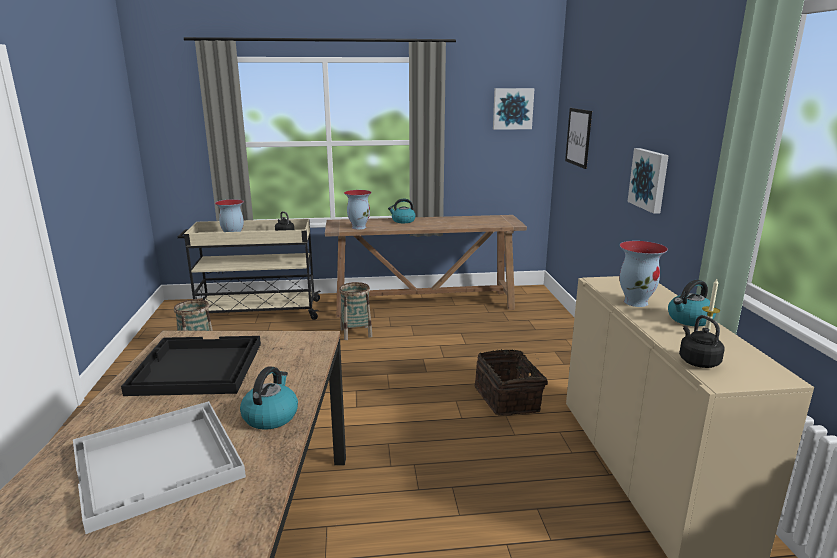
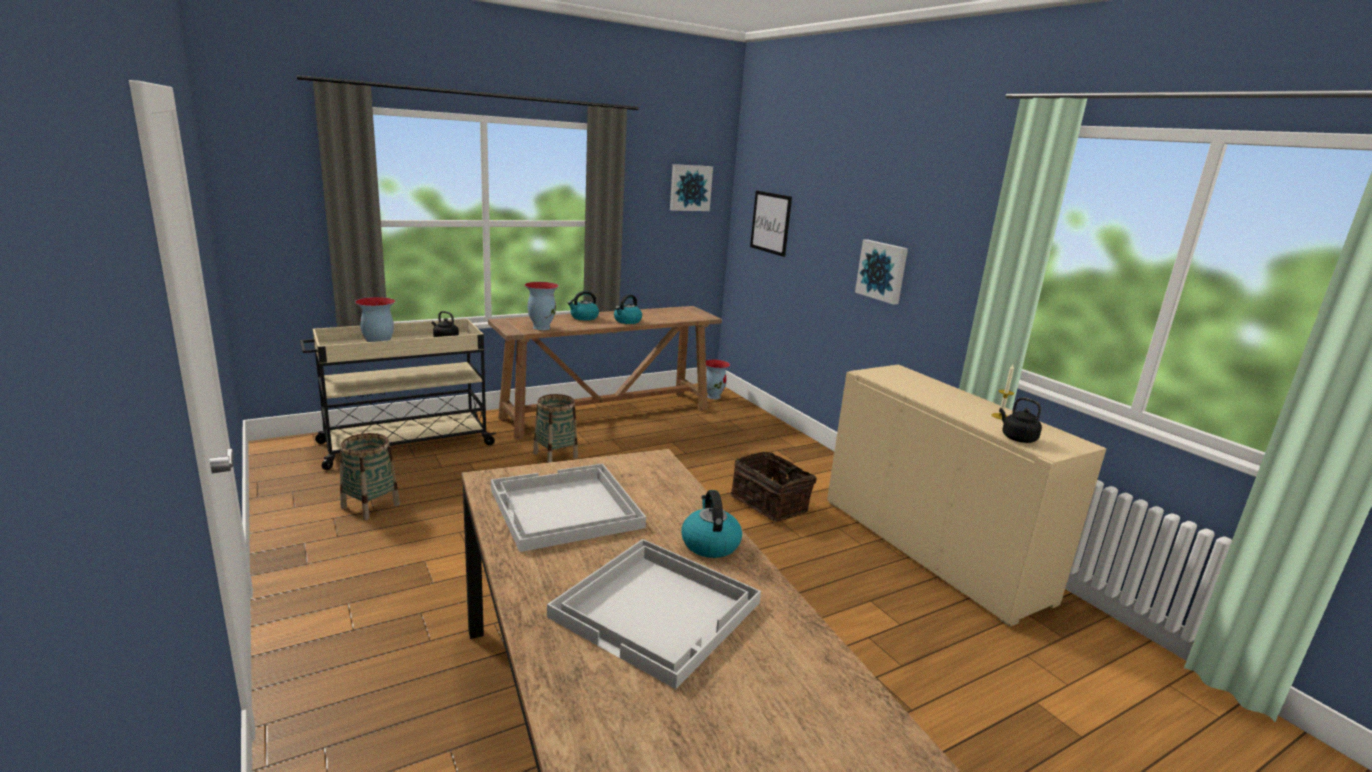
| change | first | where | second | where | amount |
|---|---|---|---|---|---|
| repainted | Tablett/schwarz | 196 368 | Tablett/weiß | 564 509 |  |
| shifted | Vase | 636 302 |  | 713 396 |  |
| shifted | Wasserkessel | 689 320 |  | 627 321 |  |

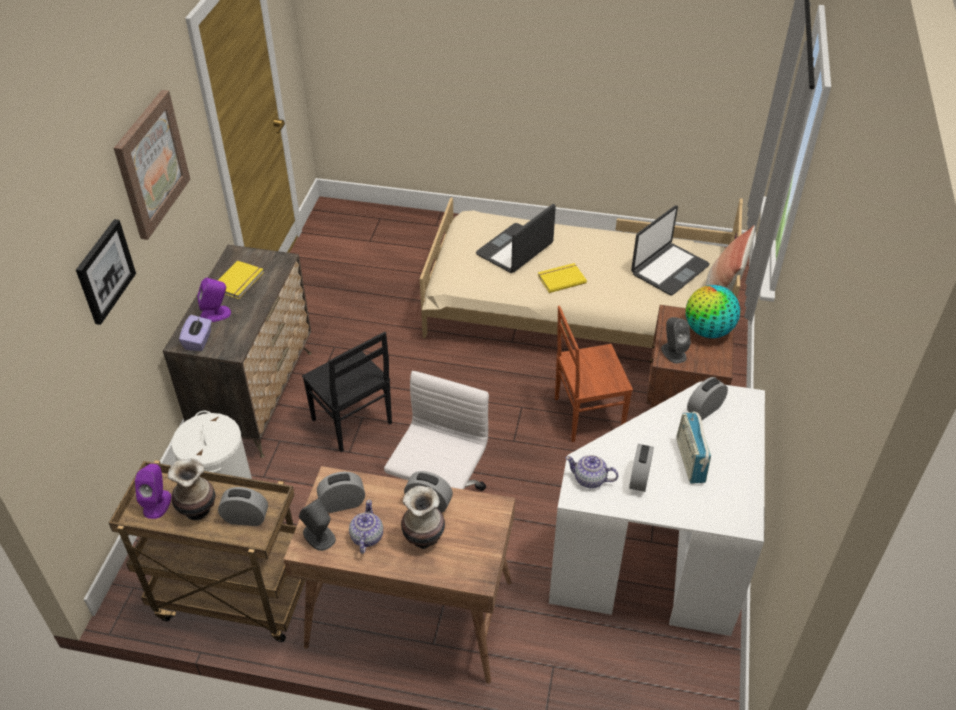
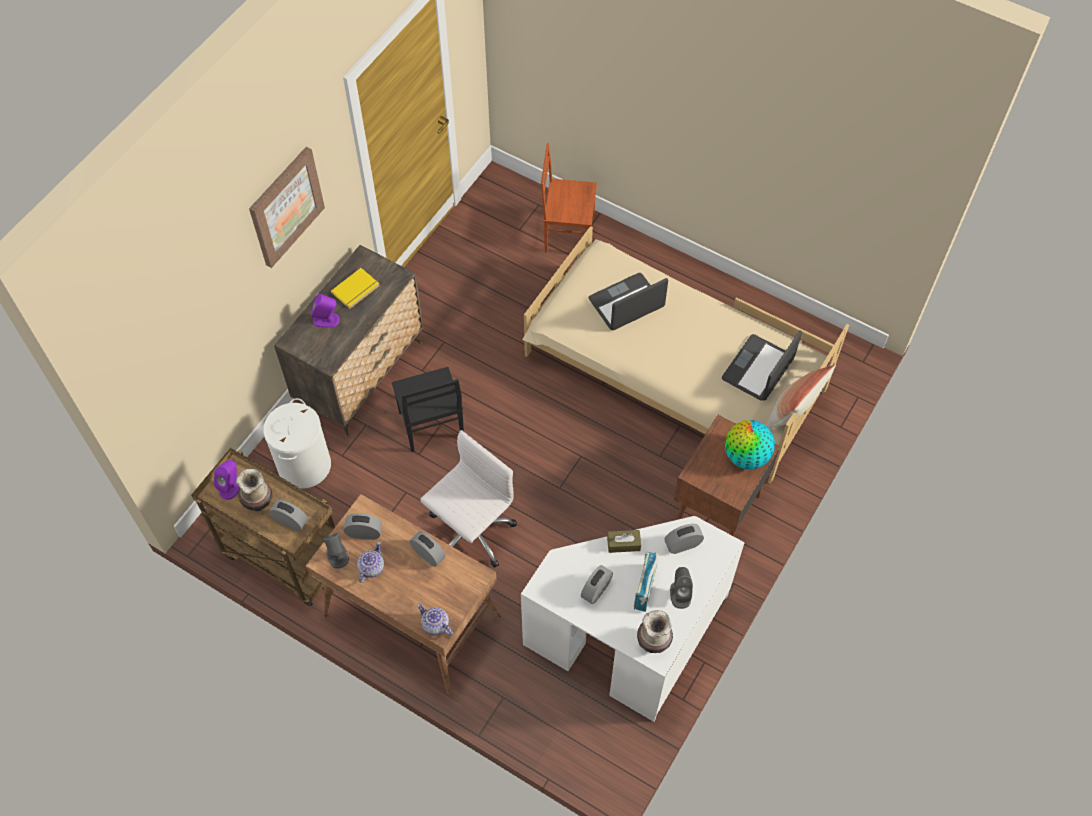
| change | first | where | second | where | amount |
|---|---|---|---|---|---|
| gone | Bild | 104 271 |  |  |  |
| gone | Taschentuchbox/lila | 198 341 |  |  |  |
| shifted | Vase | 424 538 |  | 654 642 |  |
| gone | Buch/gelb | 561 278 |  |  |  |
| shifted | Stuhl/braun | 587 414 |  | 568 233 |  |
| shifted | Teekanne | 590 479 |  | 435 625 |  |
| rotated | Laptop | 669 269 |  | 758 369 | 150 degrees clockwise |
| shifted | Lautsprecher/grau | 673 352 |  | 680 594 |  |
| new |  |  | Taschentuchbox/braun | 623 544 |  |

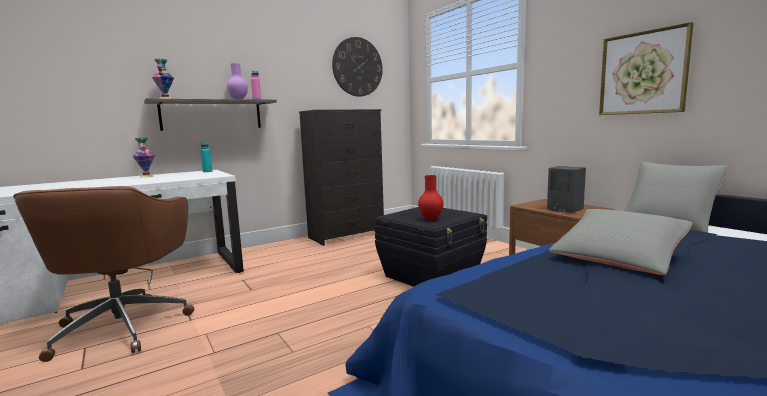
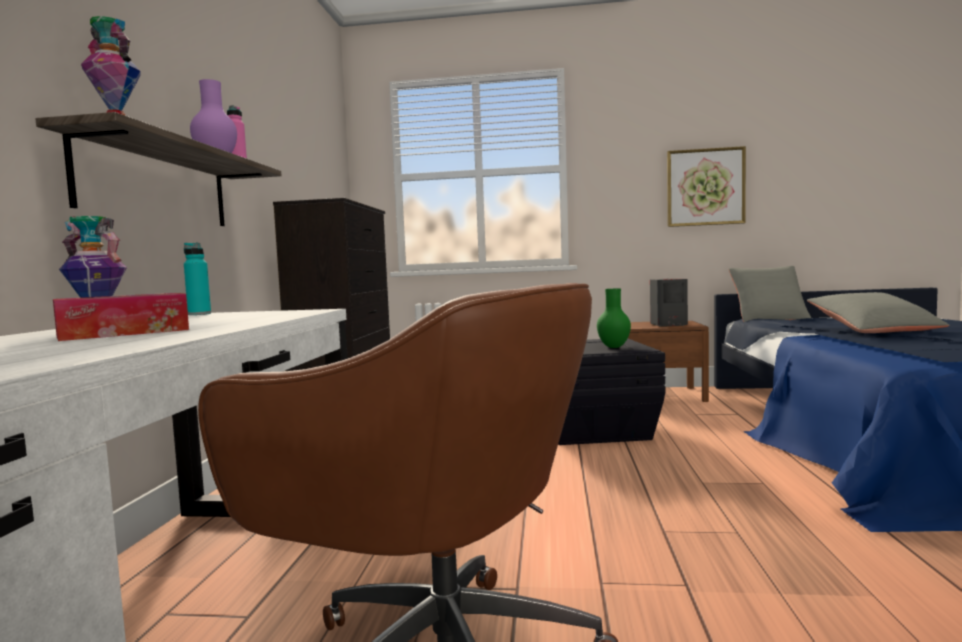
| change | first | where | second | where | amount |
|---|---|---|---|---|---|
| gone | Wanduhr | 357 67 |  |  |  |
| repainted | Vase/rot | 430 219 | Vase/grün | 614 347 |  |
| new |  |  | Taschentuchbox | 124 333 |  |

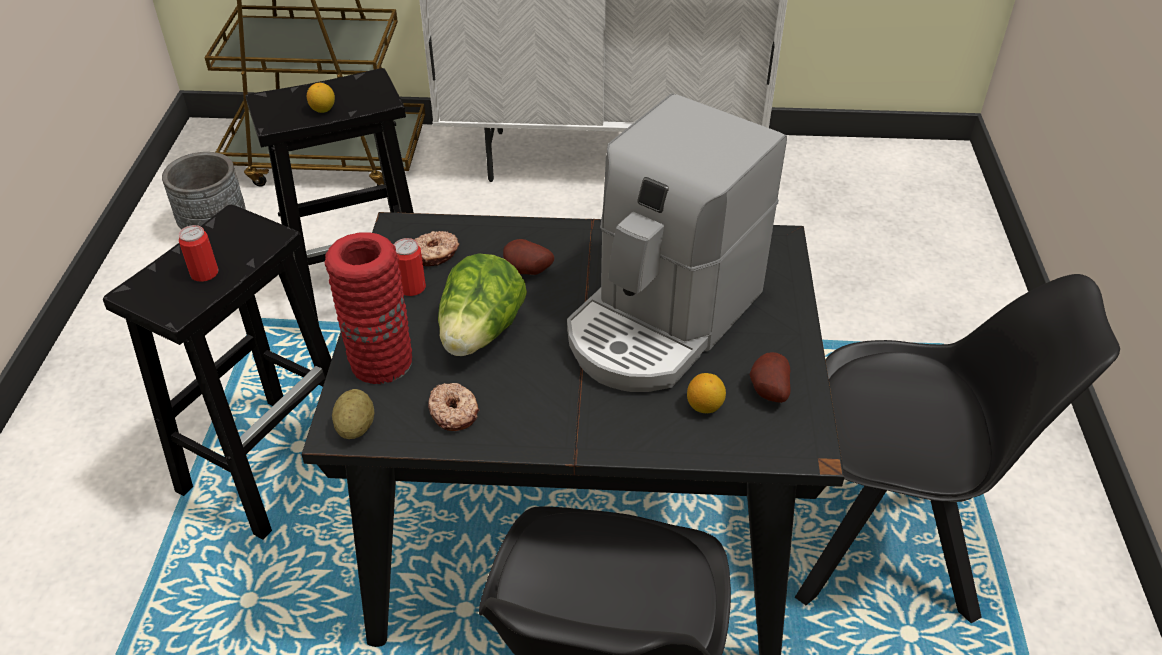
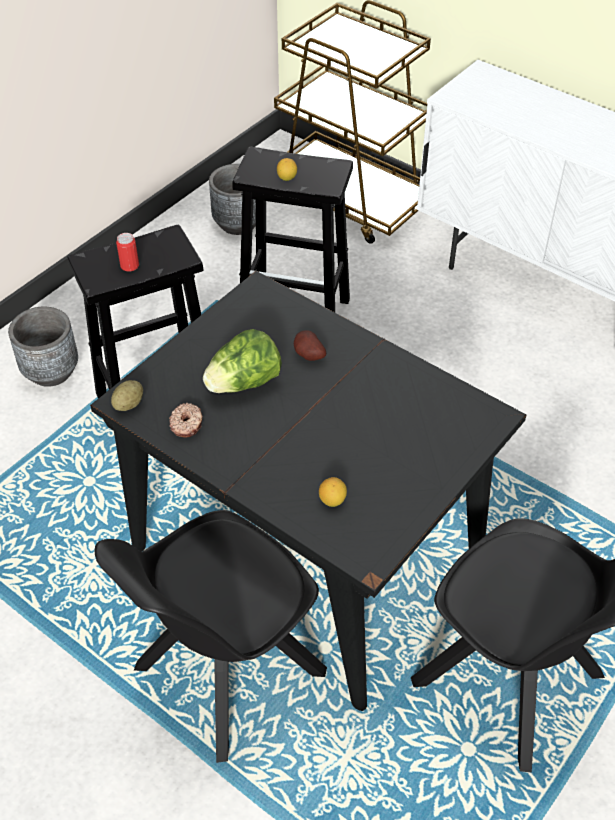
| change | first | where | second | where | amount |
|---|---|---|---|---|---|
| gone | Vase/rot | 381 362 |  |  |  |
| gone | Dose | 411 287 |  |  |  |
| gone | Donut | 435 255 |  |  |  |
| gone | Kaffeemaschine | 662 320 |  |  |  |
| gone | Kartoffel | 767 391 |  |  |  |
| new |  |  | Pflanzkübel/grau | 51 371 |  |

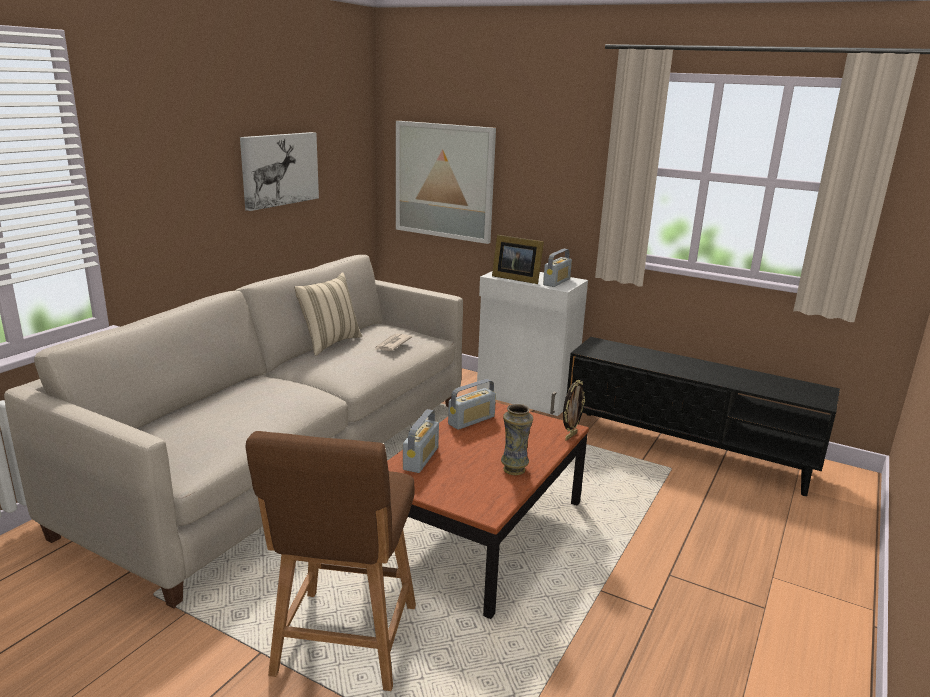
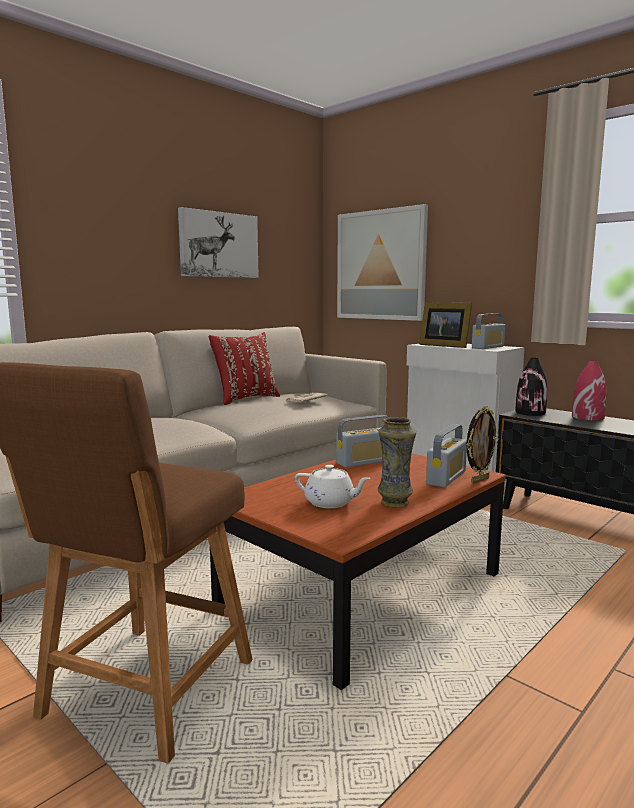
| change | first | where | second | where | amount |
|---|---|---|---|---|---|
| repainted | Kissen/beige | 329 343 | Kissen/rot | 245 399 |  |
| shifted | Radio | 421 458 |  | 446 477 |  |
| new |  |  | Teekanne/weiß | 330 503 |  |
| new |  |  | Vase/schwarz | 530 413 |  |
| new |  |  | Vase/rot | 587 417 |  |

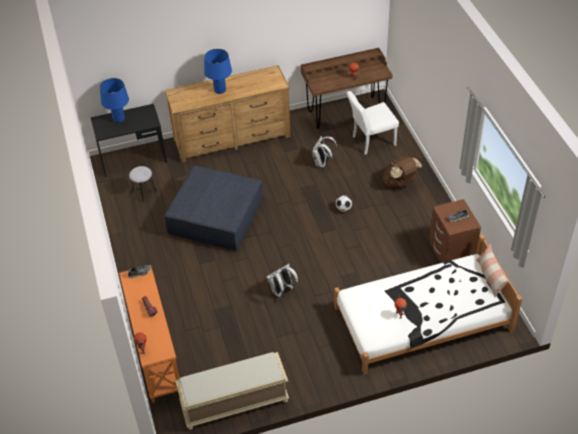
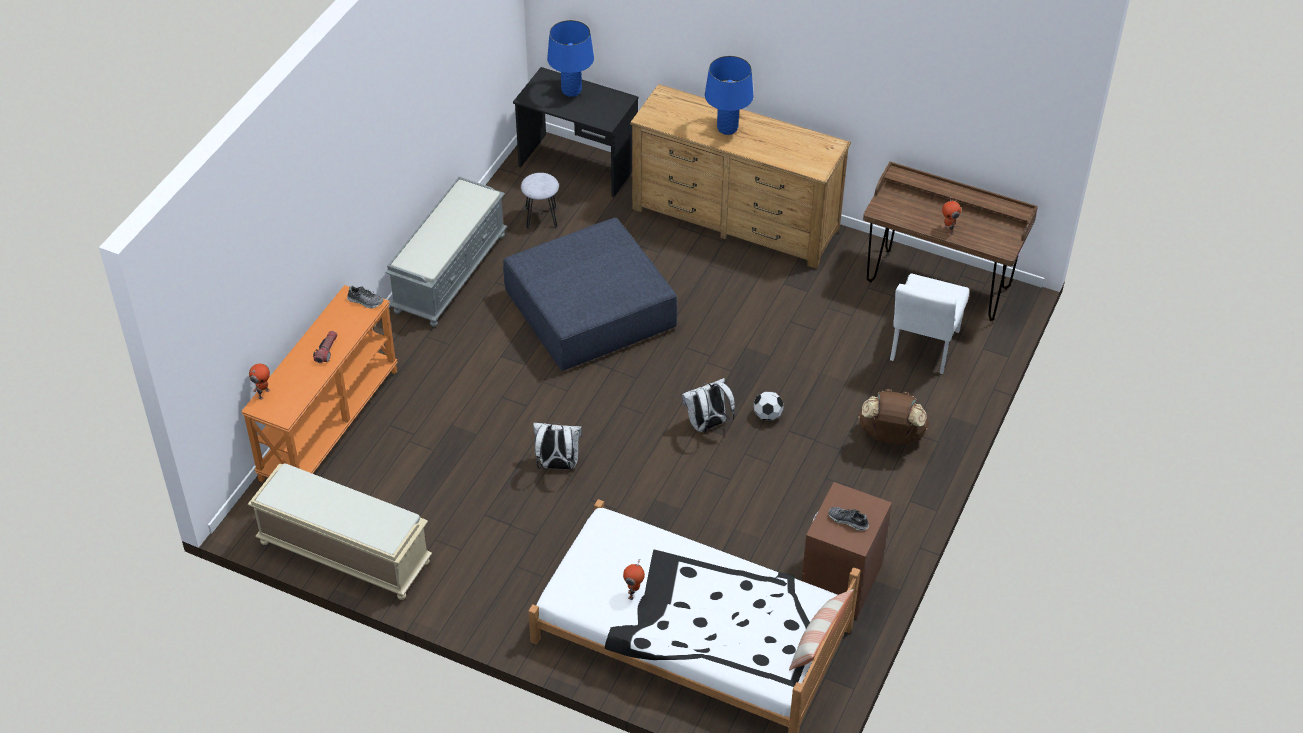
| change | first | where | second | where | amount |
|---|---|---|---|---|---|
| shifted | Rucksack/weiß | 322 163 |  | 707 425 |  |
| rotated | Stuhl/weiß | 370 142 |  | 922 350 | 90 degrees counterclockwise |
| new |  |  | Bank/grau | 450 272 |  |

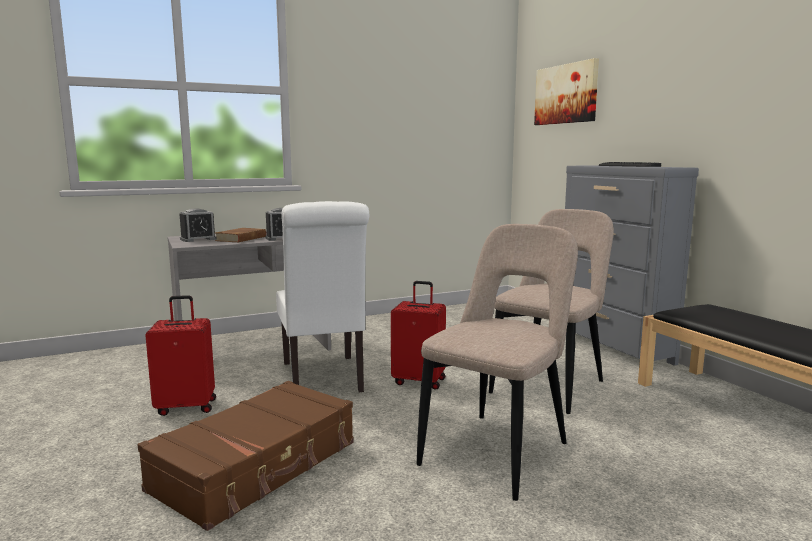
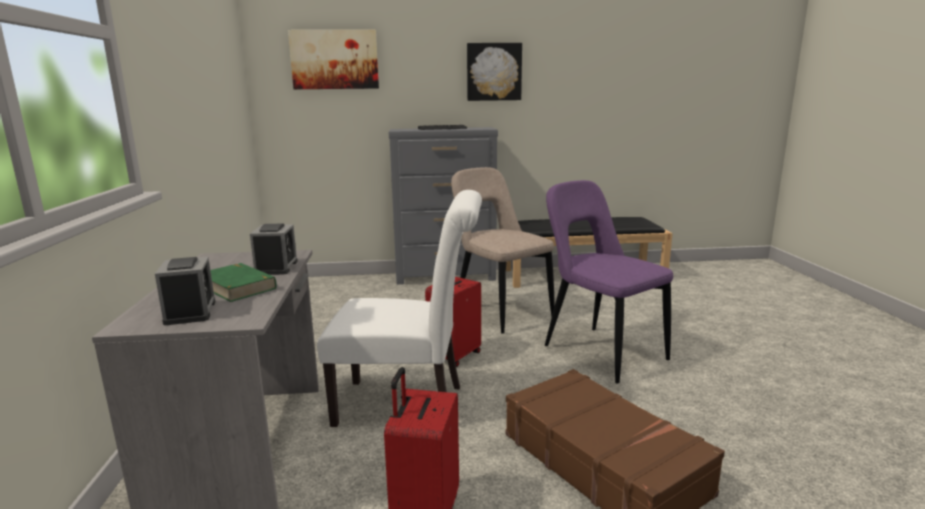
| change | first | where | second | where | amount |
|---|---|---|---|---|---|
| repainted | Buch/braun | 241 238 | Buch/grün | 237 287 |  |
| repainted | Stuhl/beige | 499 451 | Stuhl/lila | 599 351 |  |
| new |  |  | Bild | 493 72 |  |

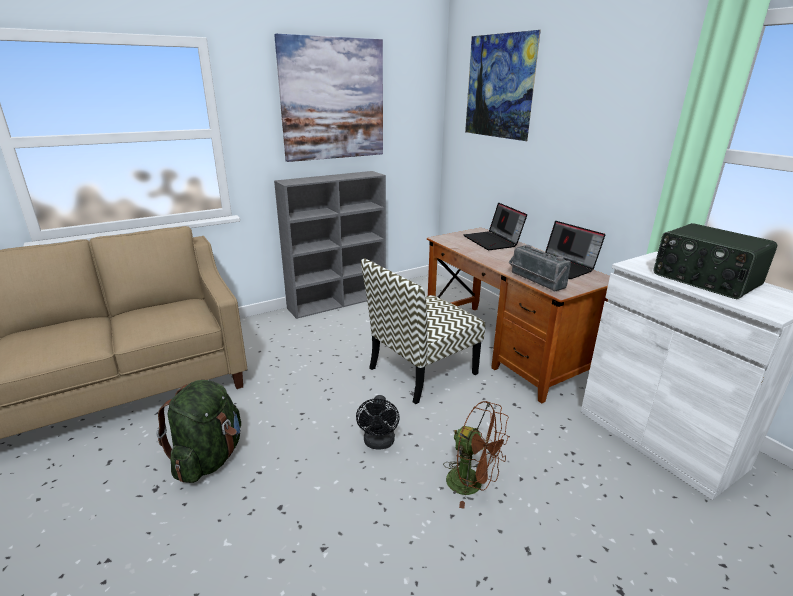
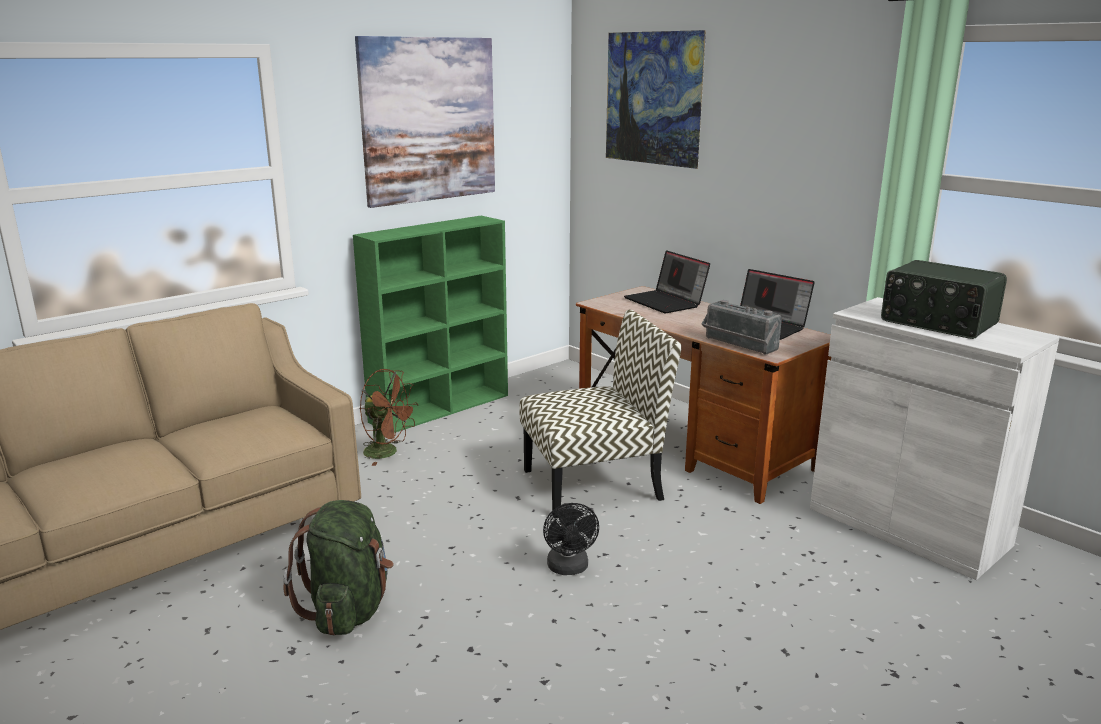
| change | first | where | second | where | amount |
|---|---|---|---|---|---|
| repainted | Bücherregal/grau | 338 302 | Bücherregal/grün | 441 408 |  |
| rotated | Stuhl | 421 371 |  | 594 483 | 150 degrees counterclockwise |
| shifted | Ventilator/braun | 472 484 |  | 388 453 |  |

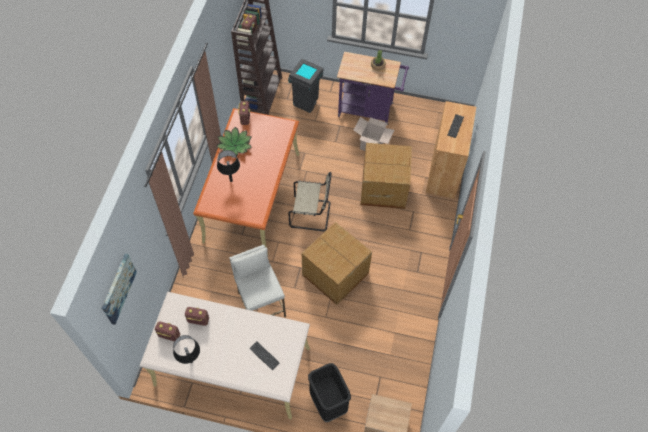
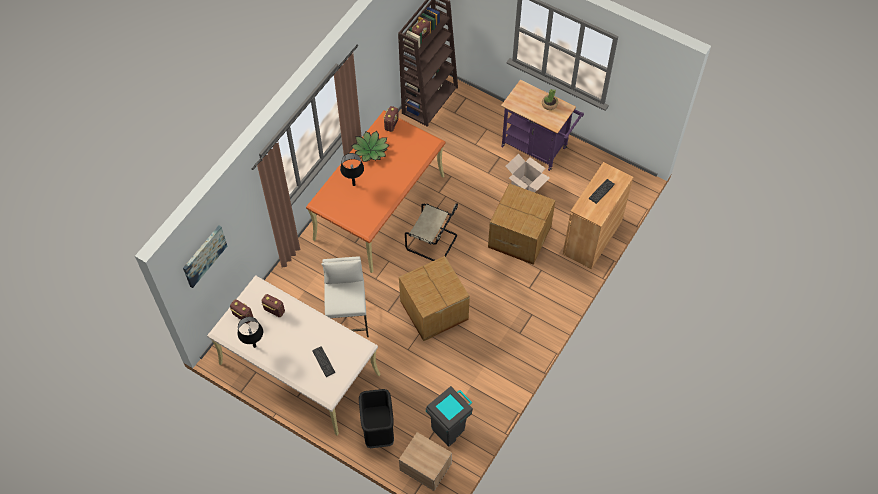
| change | first | where | second | where | amount |
|---|---|---|---|---|---|
| shifted | Mülleimer/grau | 306 102 |  | 450 429 |  |

